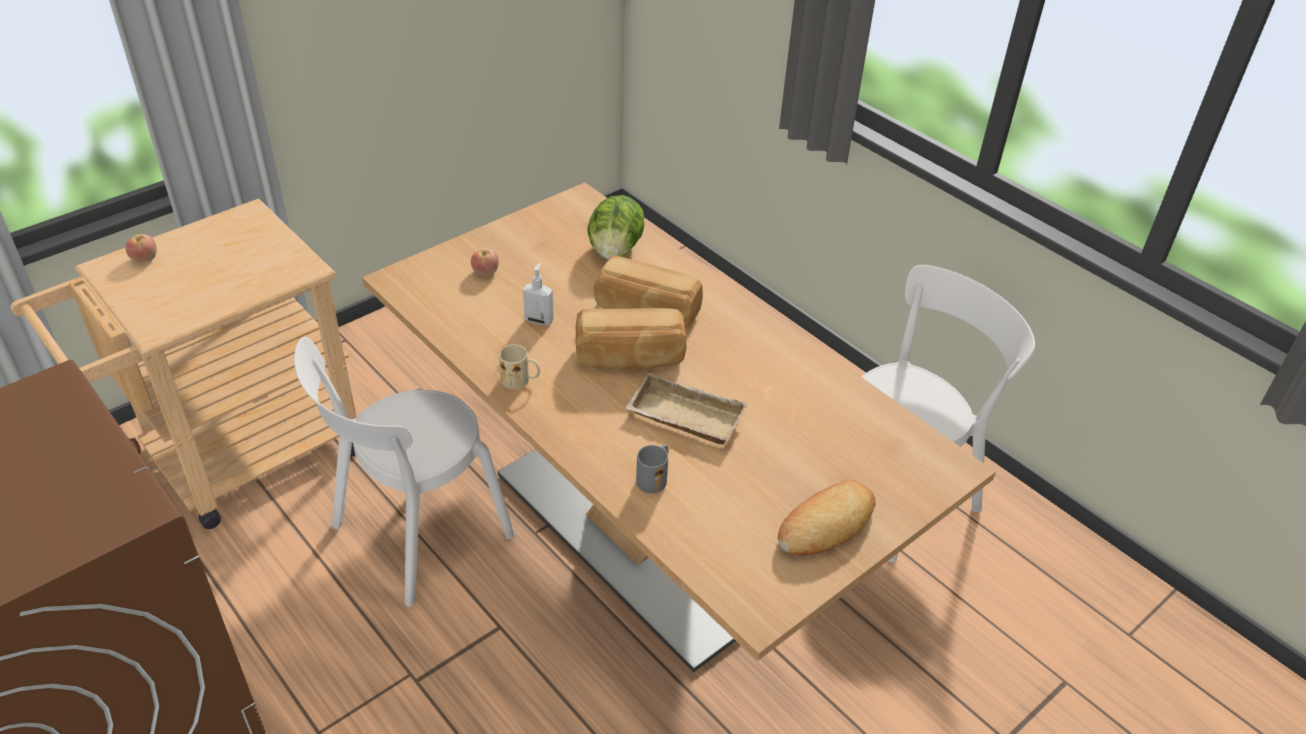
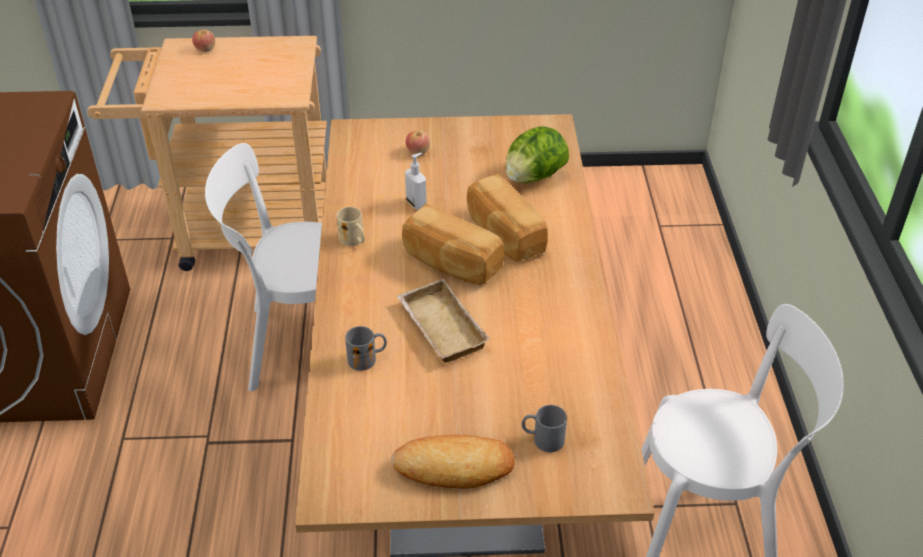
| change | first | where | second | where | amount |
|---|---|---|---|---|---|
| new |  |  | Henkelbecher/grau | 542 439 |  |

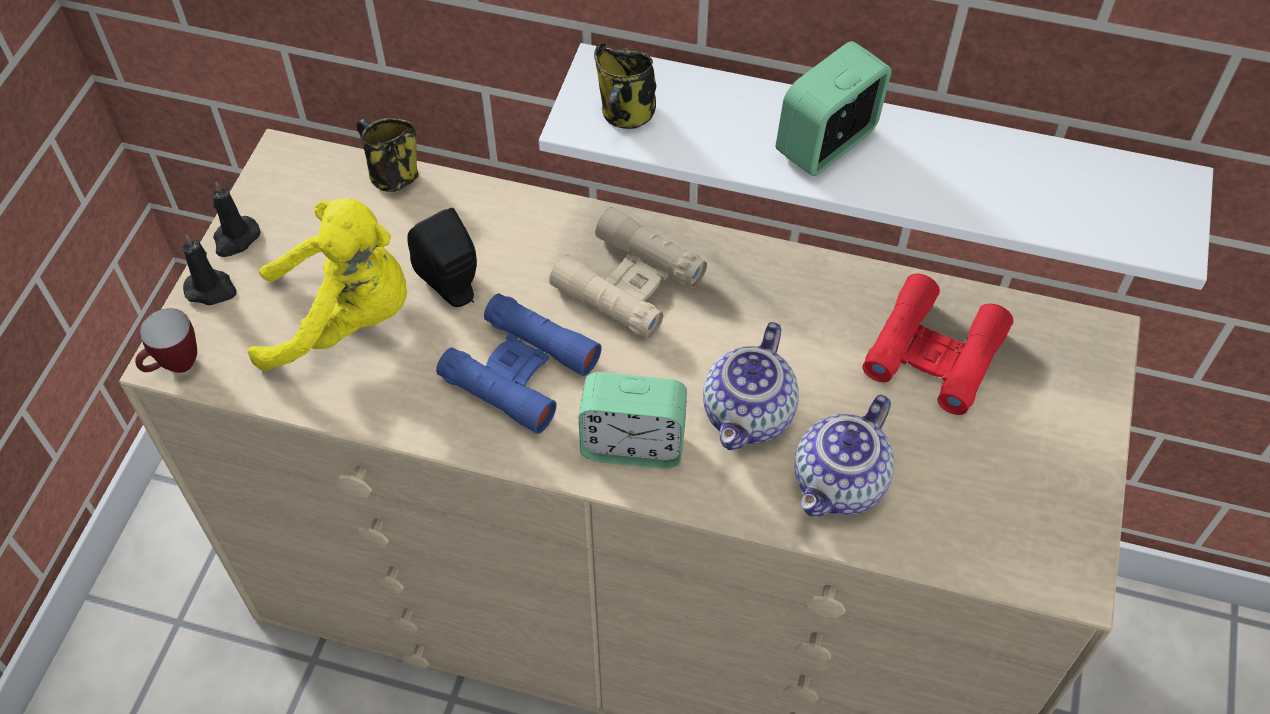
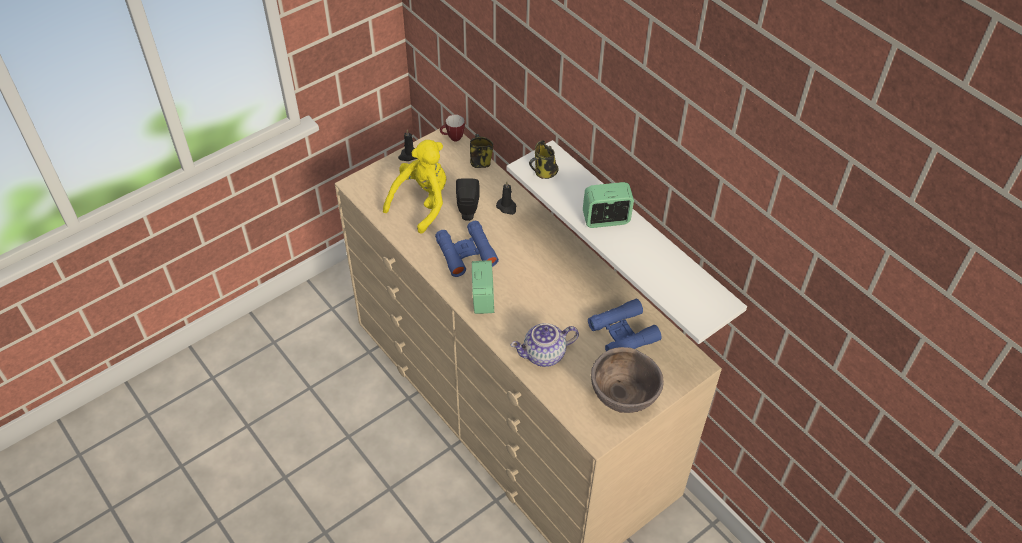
| change | first | where | second | where | amount |
|---|---|---|---|---|---|
| shifted | Henkelbecher | 175 367 |  | 452 138 |  |
| shifted | Kerze/schwarz | 211 289 |  | 507 207 |  |
| rotated | Plüschtier/gelb | 345 320 |  | 422 203 | 90 degrees counterclockwise |
| gone | Fernglas/beige | 629 282 |  |  |  |
| rotated | Wecker | 633 445 |  | 483 299 | 135 degrees counterclockwise |
| gone | Teekanne | 750 416 |  |  |  |
| repainted | Fernglas/rot | 934 353 | Fernglas/blau | 623 333 |  |
| new |  |  | Schüssel/braun | 623 398 |  |

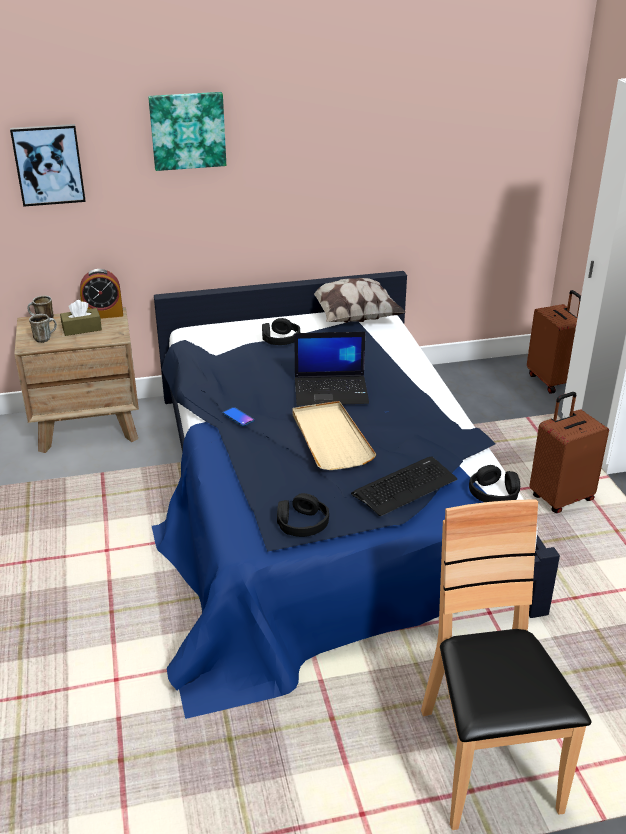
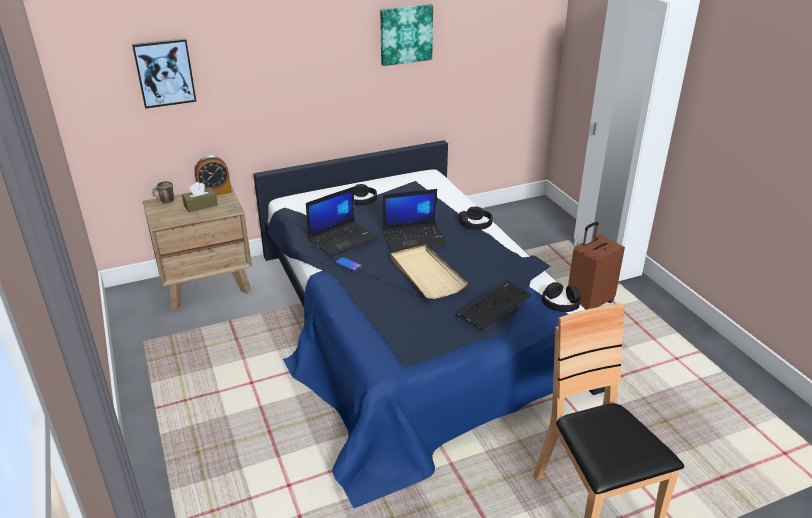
| change | first | where | second | where | amount |
|---|---|---|---|---|---|
| gone | Henkelbecher | 45 338 |  |  |  |
| shifted | Bild | 187 130 |  | 405 34 |  |
| shifted | Kopfhörer/schwarz | 302 523 |  | 475 224 |  |
| gone | Kissen | 352 316 |  |  |  |
| gone | Koffer/braun | 552 381 |  |  |  |
| new |  |  | Laptop | 343 238 |  |

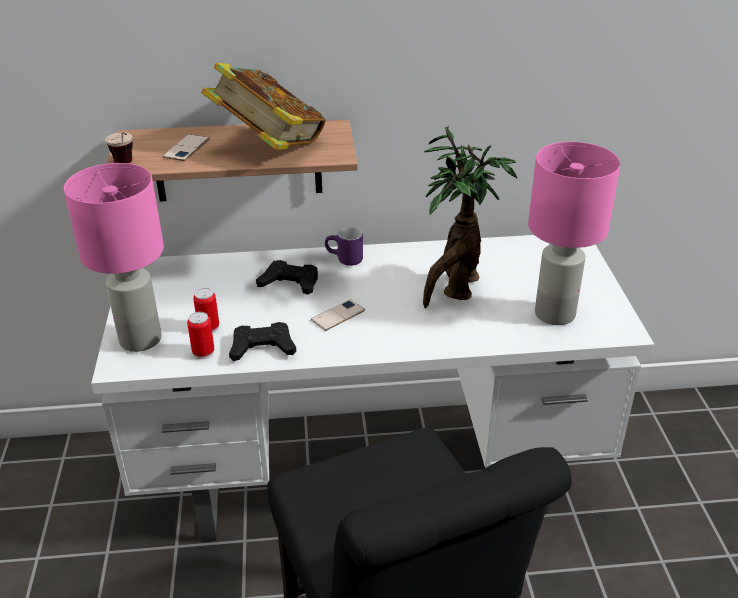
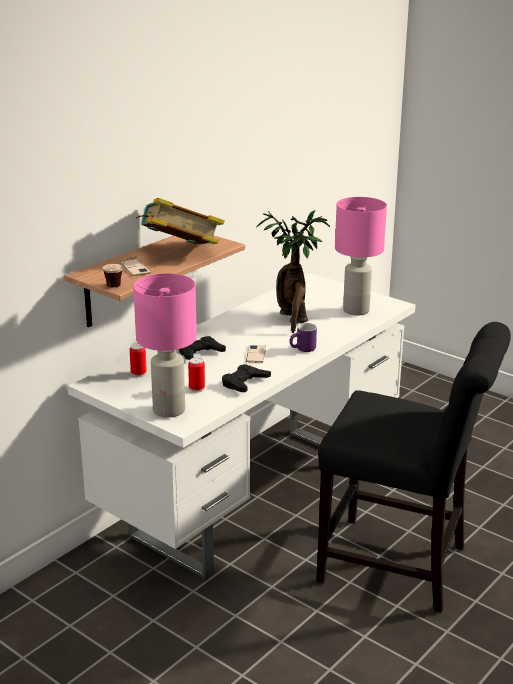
| change | first | where | second | where | amount |
|---|---|---|---|---|---|
| shifted | Dose | 203 352 |  | 138 373 |  |
| shifted | Henkelbecher/lila | 344 260 |  | 303 350 |  |

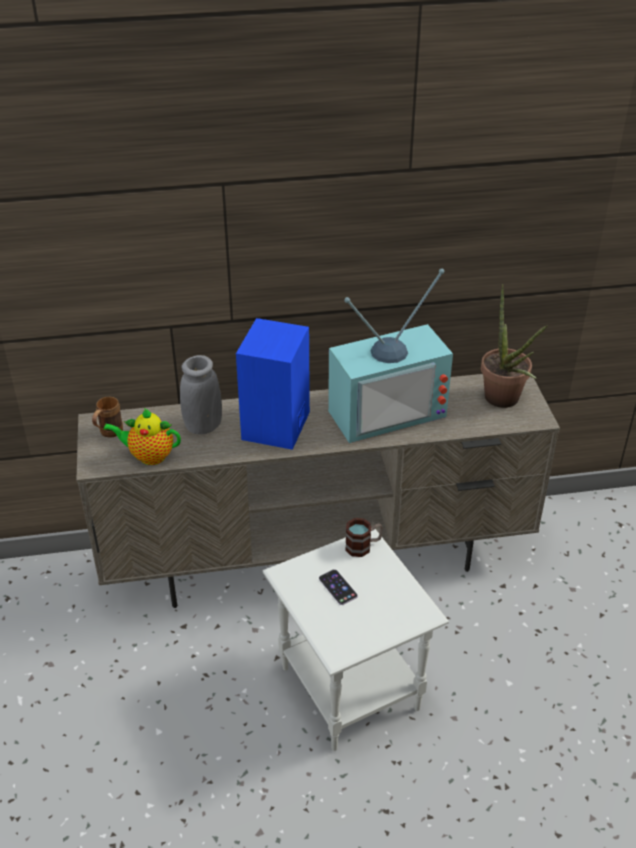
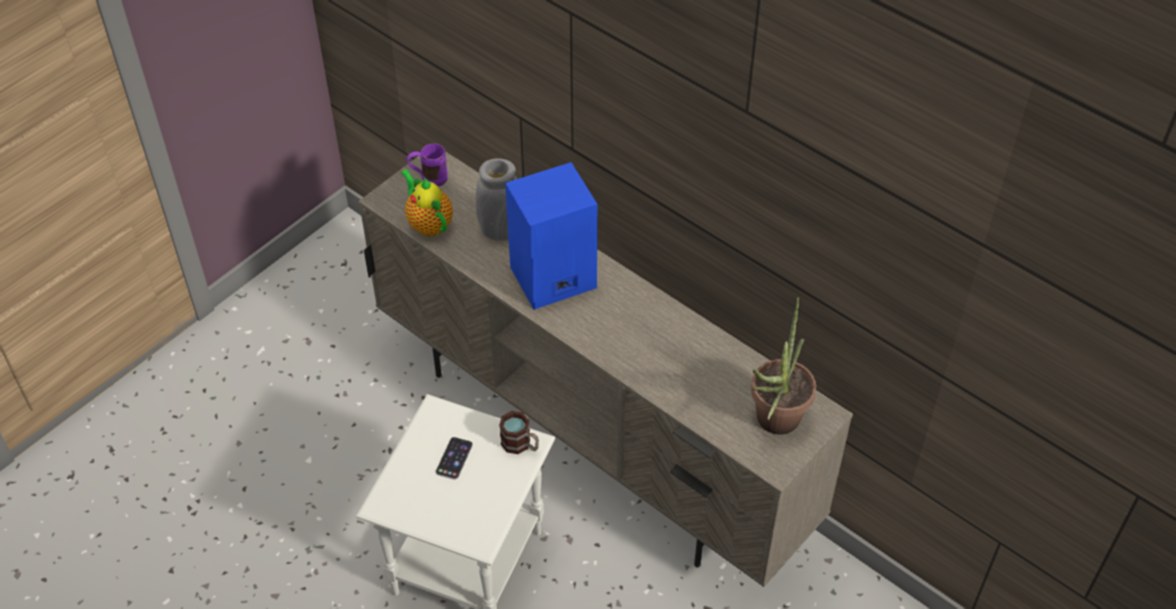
| change | first | where | second | where | amount |
|---|---|---|---|---|---|
| repainted | Henkelbecher/braun | 108 434 | Henkelbecher/lila | 429 179 |  |
| gone | Fernseher | 386 410 |  |  |  |

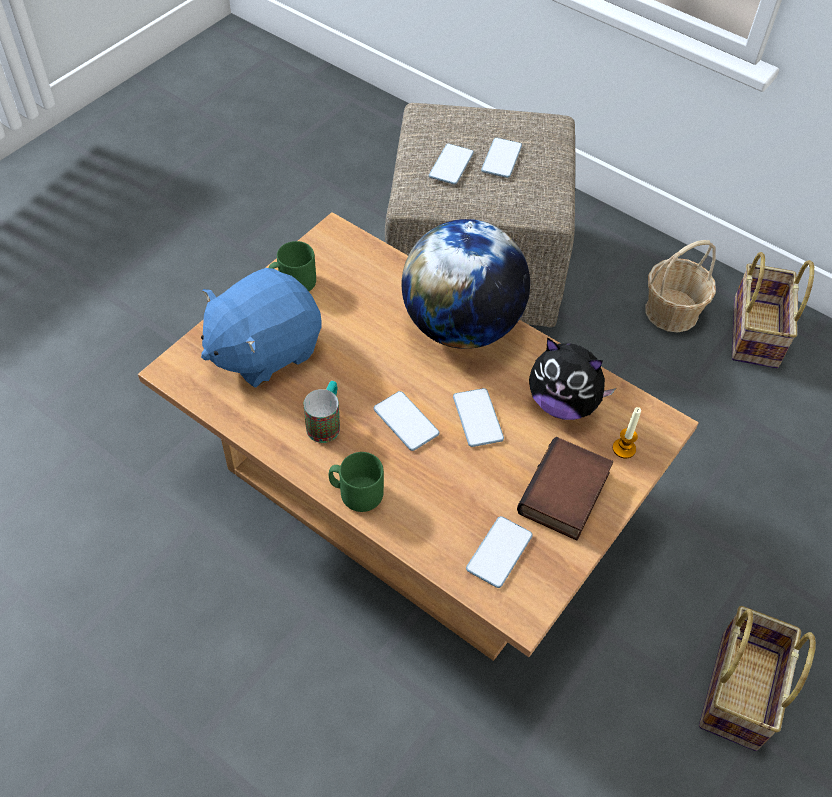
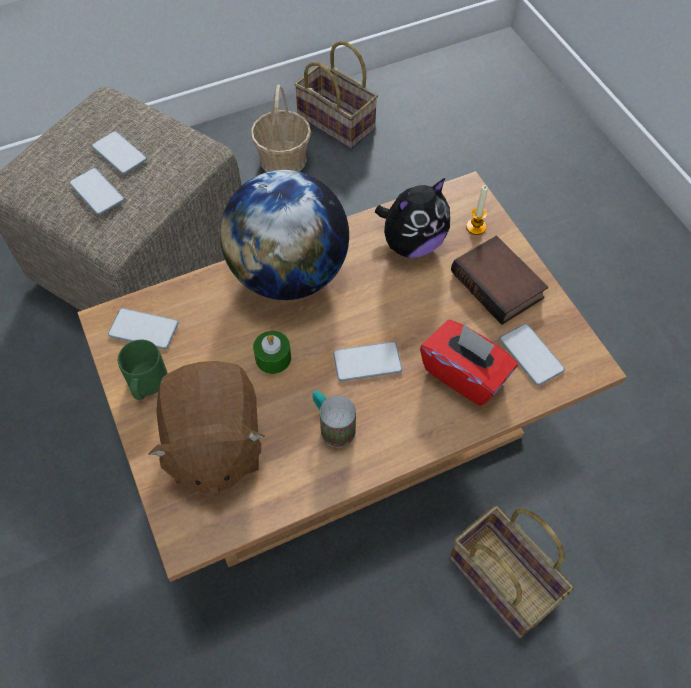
| change | first | where | second | where | amount |
|---|---|---|---|---|---|
| repainted | Plüschtier/blau | 263 350 | Plüschtier/braun | 213 444 |  |
| gone | Henkelbecher/grün | 356 493 |  |  |  |
| shifted | Handy | 477 418 |  | 144 329 |  |
| shifted | Korb | 740 694 |  | 505 581 |  |
| new |  |  | Kerze/grün | 273 358 |  |
| new |  |  | Taschentuchbox/rot | 464 374 |  |

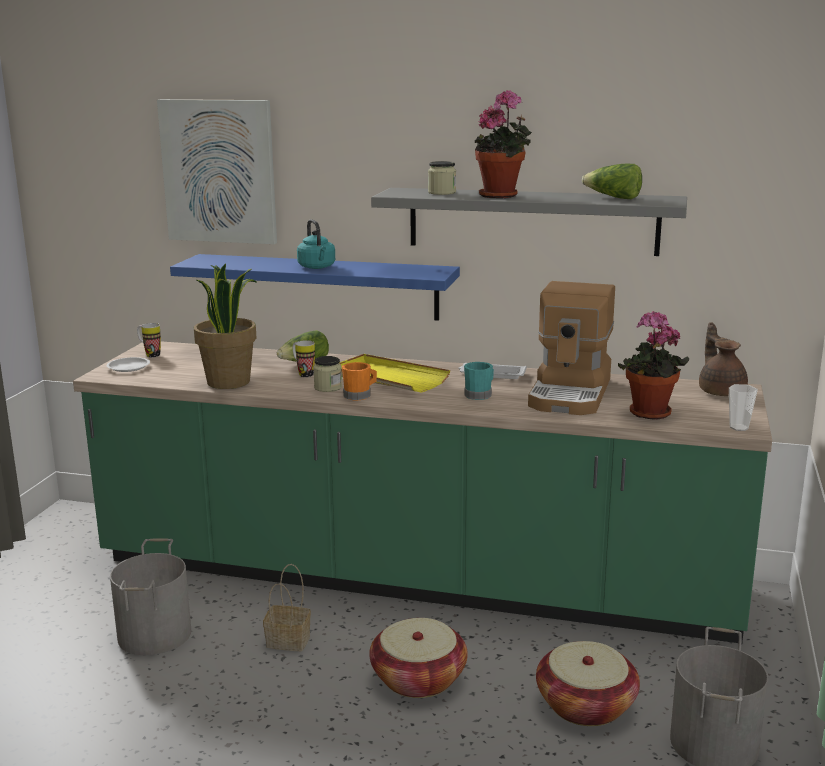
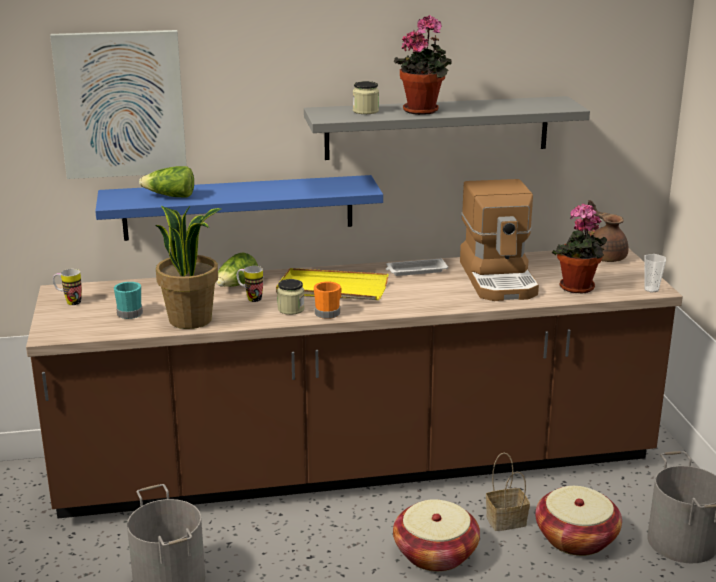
| change | first | where | second | where | amount |
|---|---|---|---|---|---|
| repainted | Küchenzeile/grün | 414 578 | Küchenzeile/braun | 358 466 |  |
| gone | Teller/weiß | 128 367 |  |  |  |
| shifted | Korb | 290 641 |  | 507 520 |  |
| gone | Wasserkessel/türkis | 317 267 |  |  |  |
| shifted | Henkelbecher/türkis | 480 394 |  | 131 312 |  |
| shifted | Salatkopf | 613 198 |  | 170 196 |  |

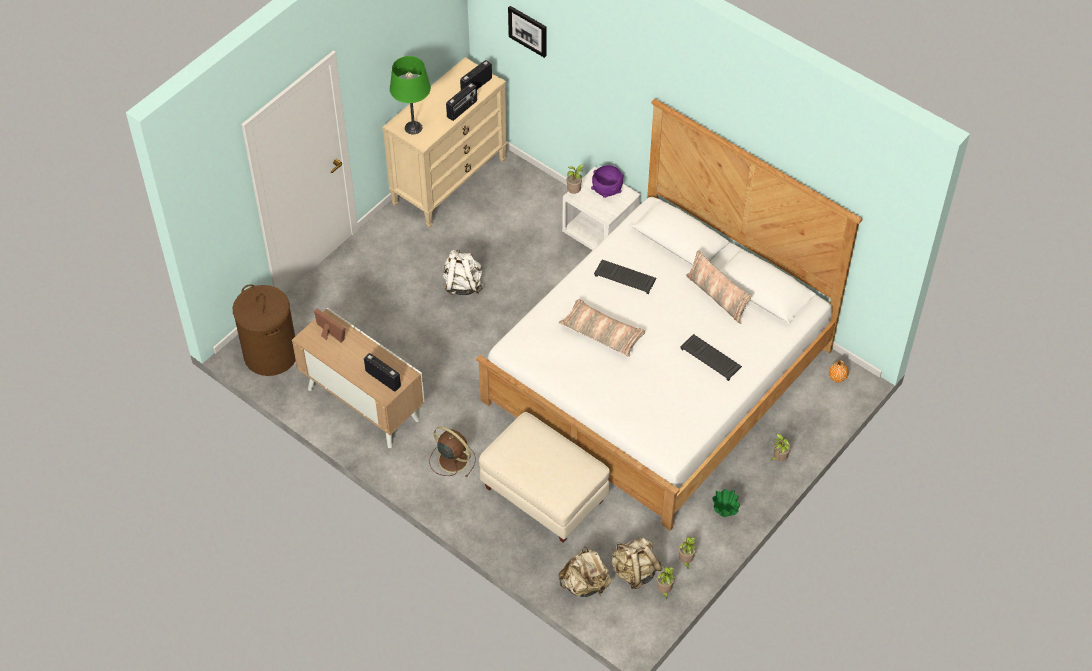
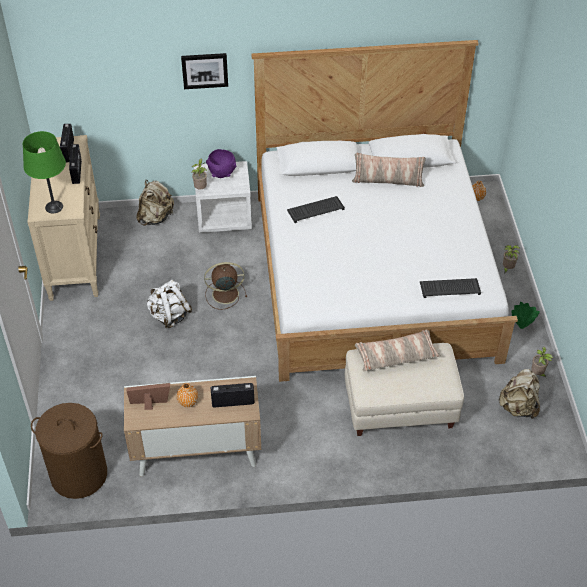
| change | first | where | second | where | amount |
|---|---|---|---|---|---|
| shifted | Ventilator/braun | 452 459 |  | 224 294 |  |
| shifted | Bild | 528 30 |  | 204 70 |  |
| shifted | Kissen | 602 333 |  | 396 355 |  |
| shifted | Rucksack/beige | 585 584 |  | 156 217 |  |
| gone | Topfpflanze | 664 591 |  |  |  |
| shifted | Tastatur | 711 358 |  | 450 288 |  |
| new |  |  | Vase/orange | 188 401 |  |

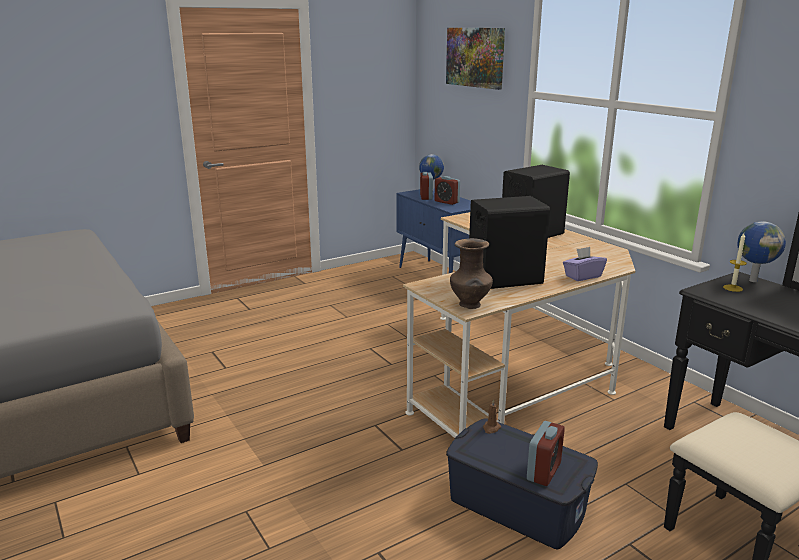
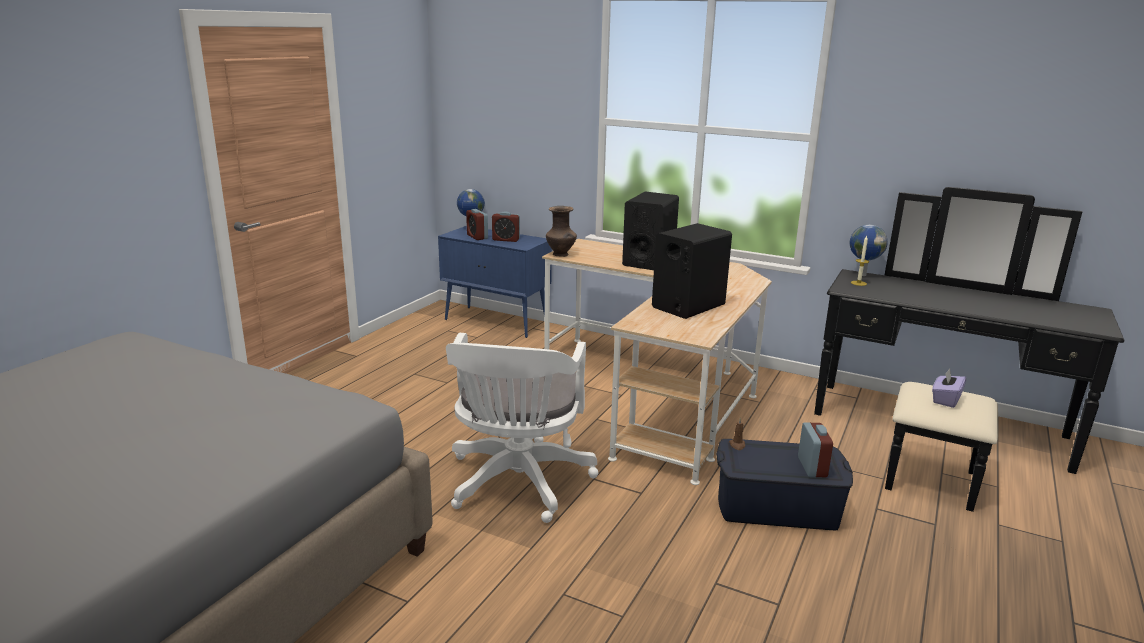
| change | first | where | second | where | amount |
|---|---|---|---|---|---|
| gone | Bild | 475 57 |  |  |  |
| shifted | Vase/braun | 470 305 |  | 561 255 |  |
| shifted | Taschentuchbox/lila | 582 276 |  | 945 399 |  |
| new |  |  | Bürostuhl/weiß | 517 485 |  |

